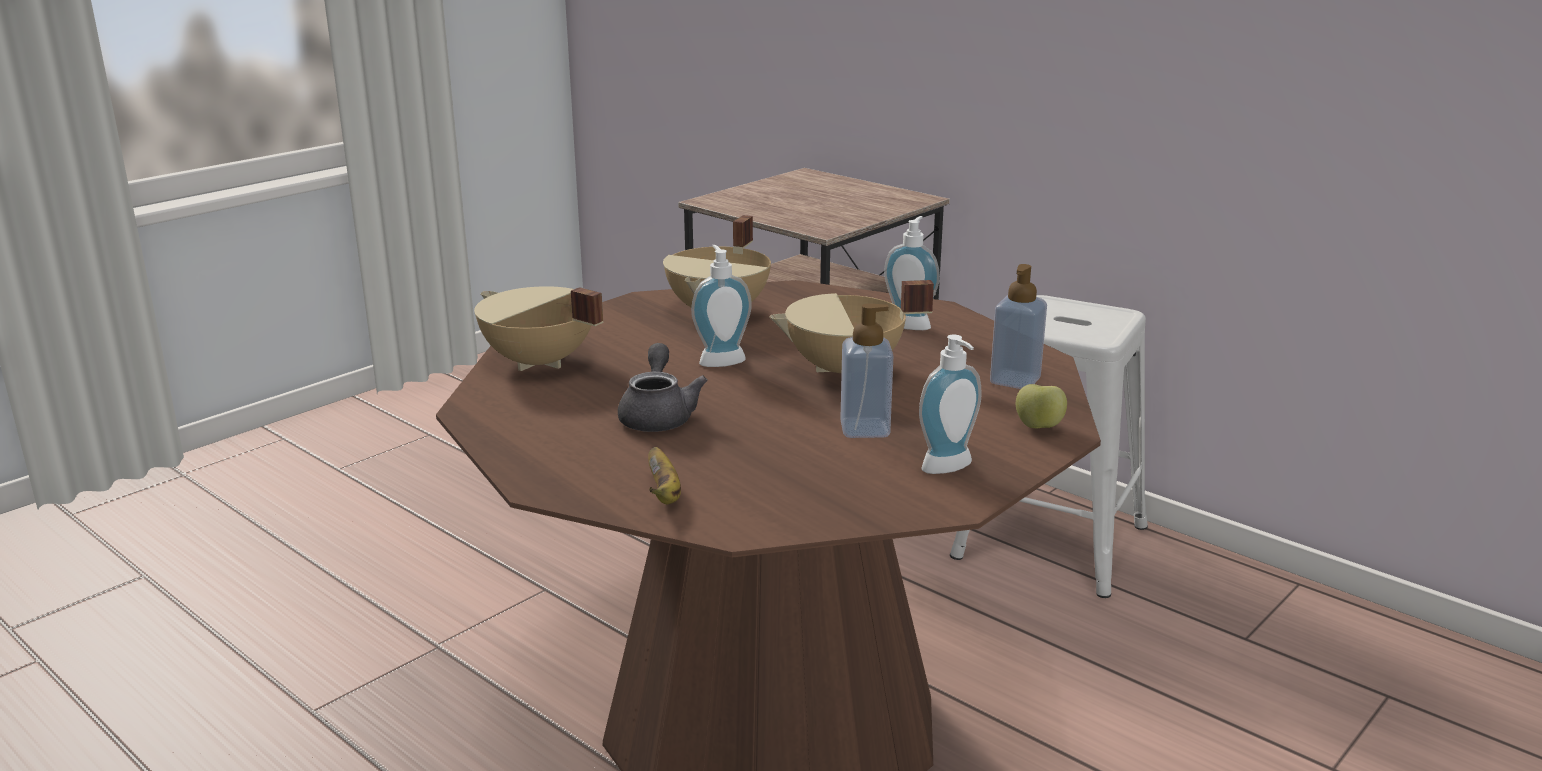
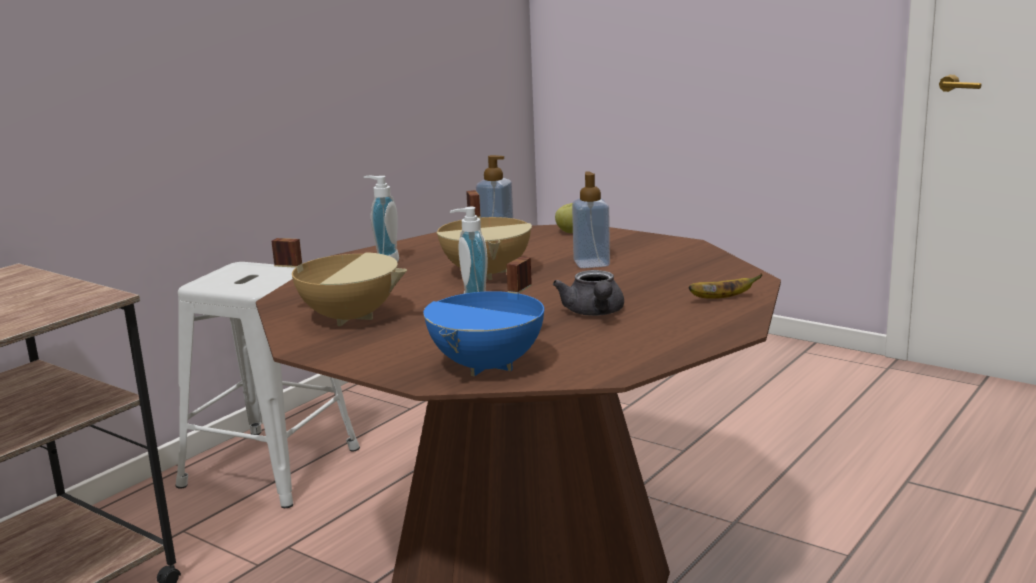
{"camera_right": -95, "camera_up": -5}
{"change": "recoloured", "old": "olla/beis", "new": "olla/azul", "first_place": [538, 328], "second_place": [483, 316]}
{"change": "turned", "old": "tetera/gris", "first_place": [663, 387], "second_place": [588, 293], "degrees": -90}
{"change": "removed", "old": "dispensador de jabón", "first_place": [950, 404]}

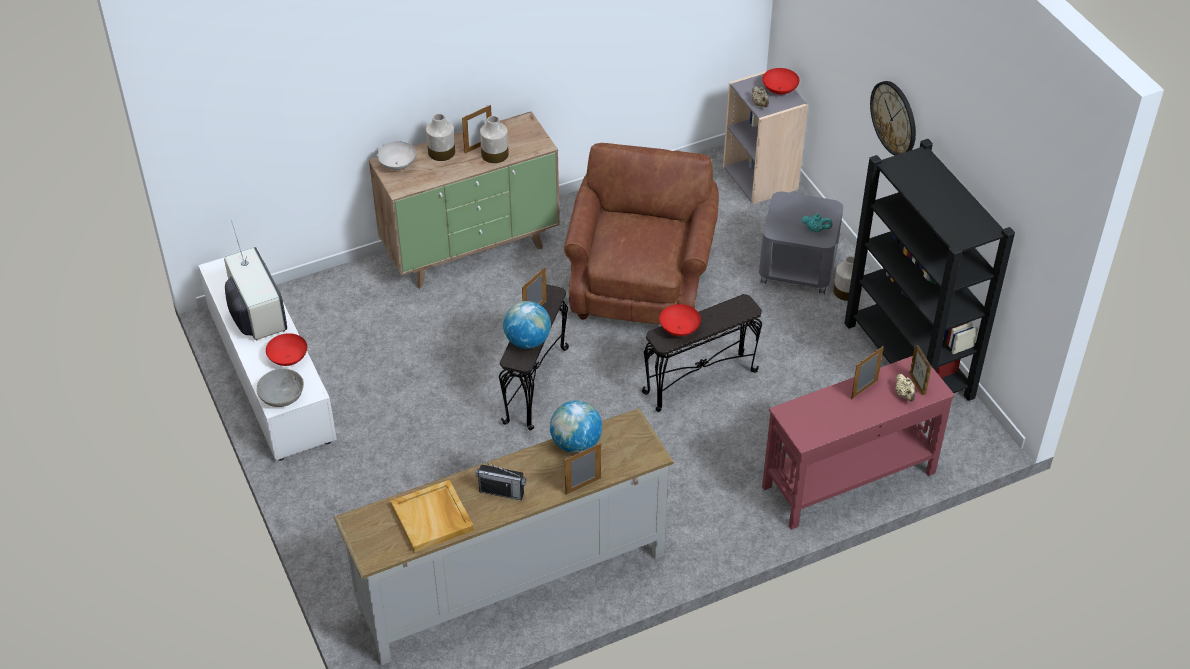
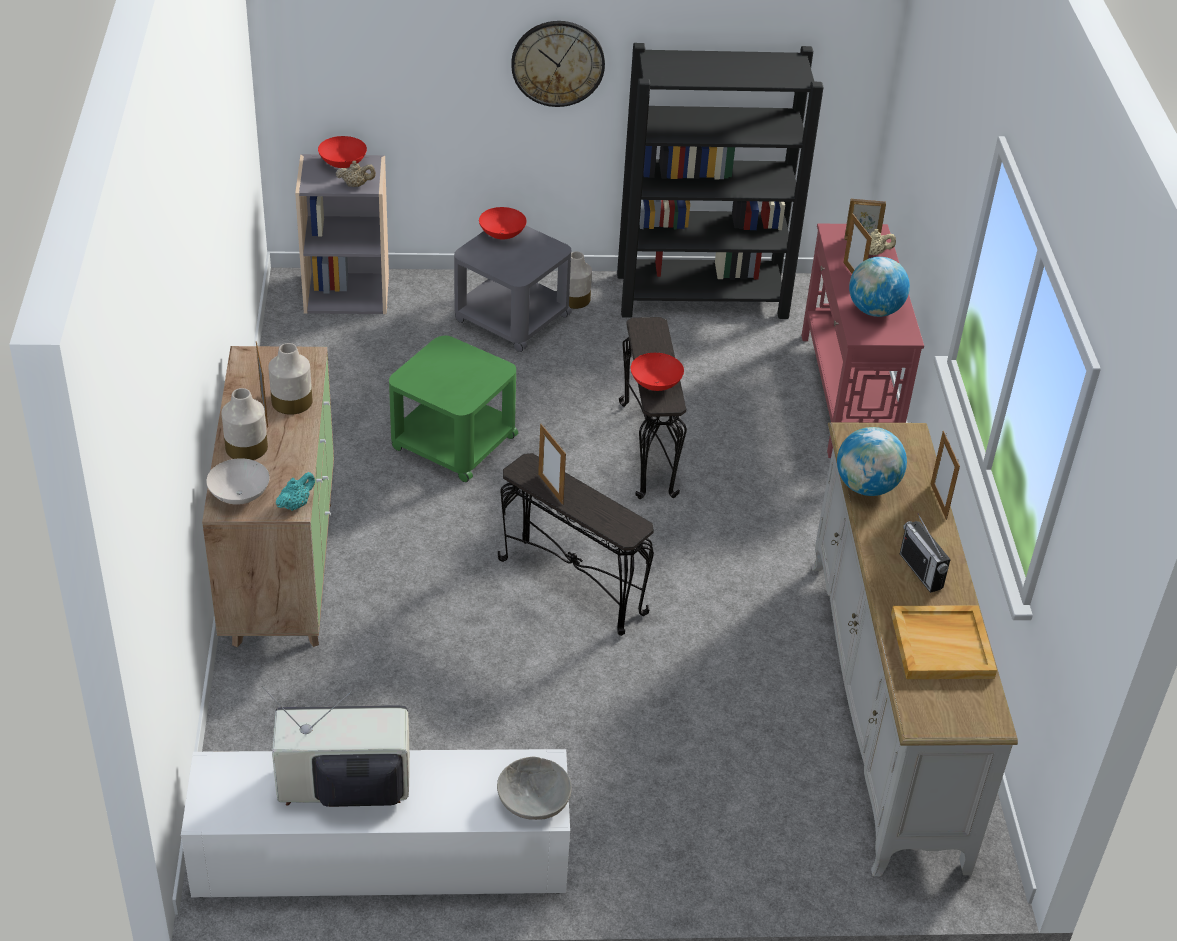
{"camera_right": -70, "camera_up": -5}
{"change": "moved", "old": "cuenco/rojo", "first_place": [286, 349], "second_place": [503, 223]}
{"change": "turned", "old": "radio", "first_place": [500, 480], "second_place": [925, 553], "degrees": 120}
{"change": "moved", "old": "globo terráqueo", "first_place": [527, 325], "second_place": [879, 287]}
{"change": "replaced", "old": "sillón/marrón", "new": "mesa auxiliar/verde", "first_place": [641, 233], "second_place": [453, 409]}
{"change": "moved", "old": "tetera/turquesa", "first_place": [817, 223], "second_place": [295, 491]}

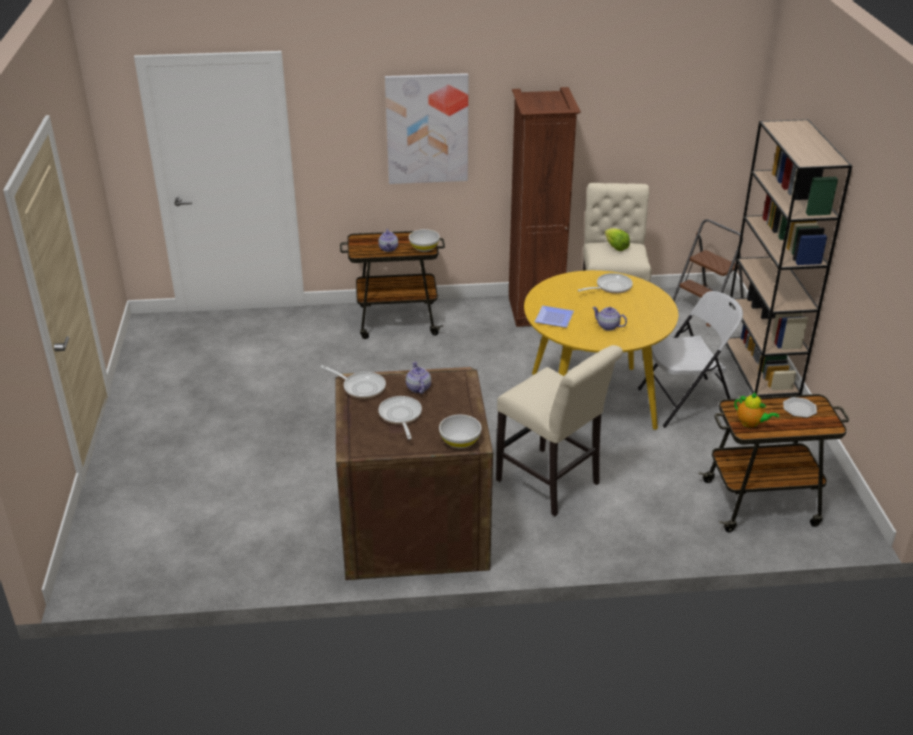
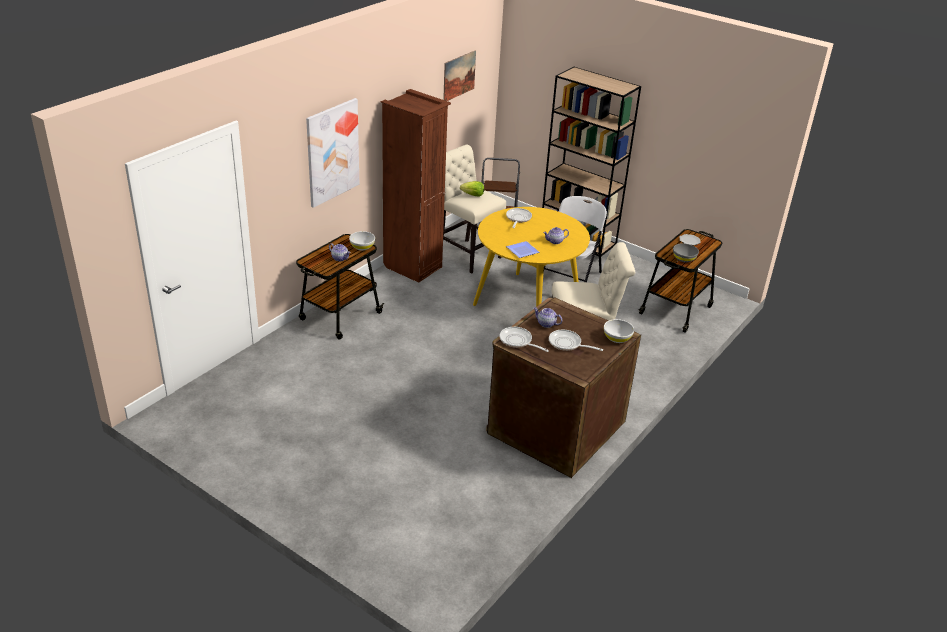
{"camera_right": -50, "camera_up": 0}
{"change": "turned", "old": "sartén", "first_place": [353, 382], "second_place": [524, 339], "degrees": -120}
{"change": "replaced", "old": "tetera", "new": "cuenco/gris", "first_place": [756, 410], "second_place": [686, 252]}
{"change": "added", "new": "cuadro", "second_place": [459, 76]}

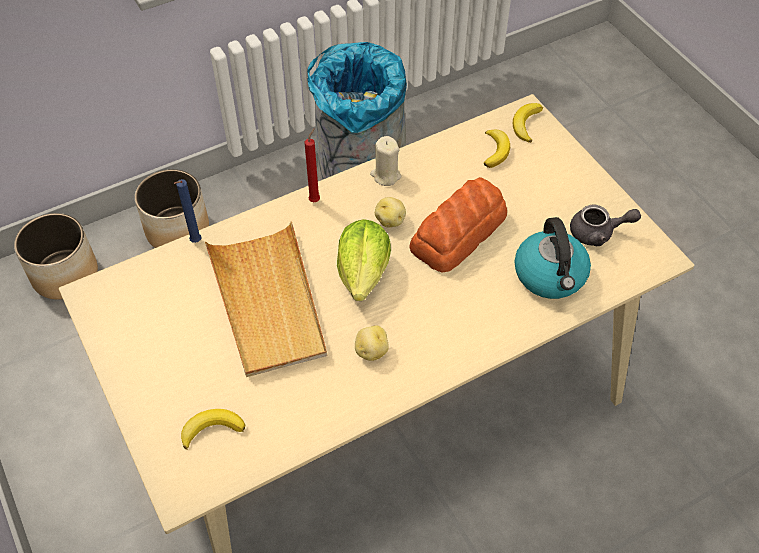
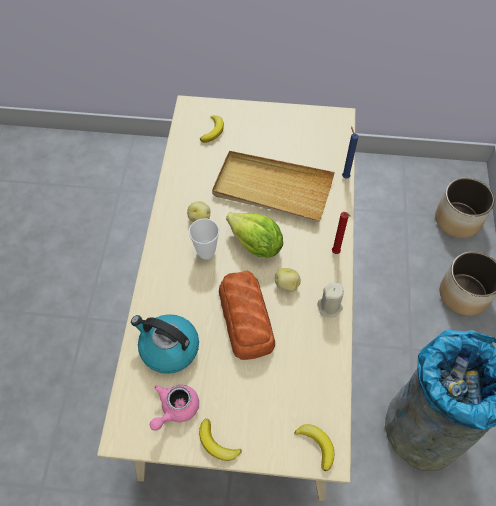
{"camera_right": 125, "camera_up": 5}
{"change": "moved", "old": "plátano", "first_place": [497, 149], "second_place": [220, 440]}
{"change": "recoloured", "old": "tetera/gris", "new": "tetera/rosa", "first_place": [605, 225], "second_place": [174, 408]}
{"change": "added", "new": "taza", "second_place": [204, 238]}

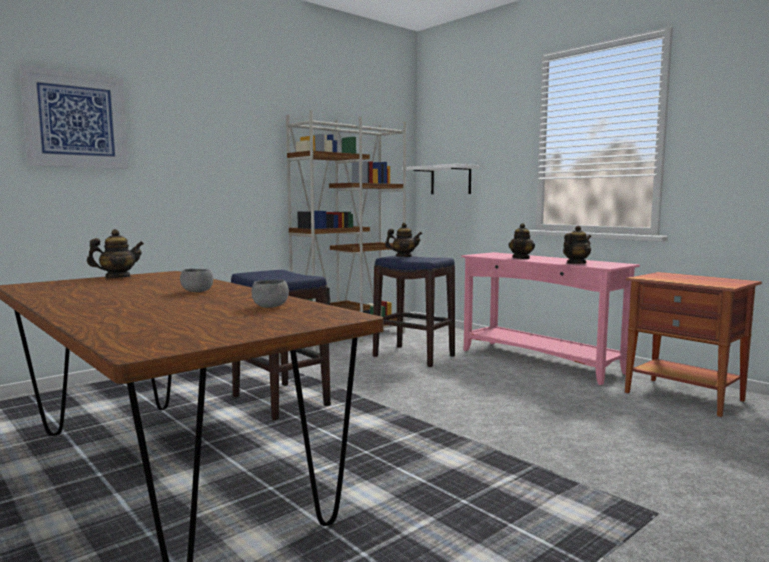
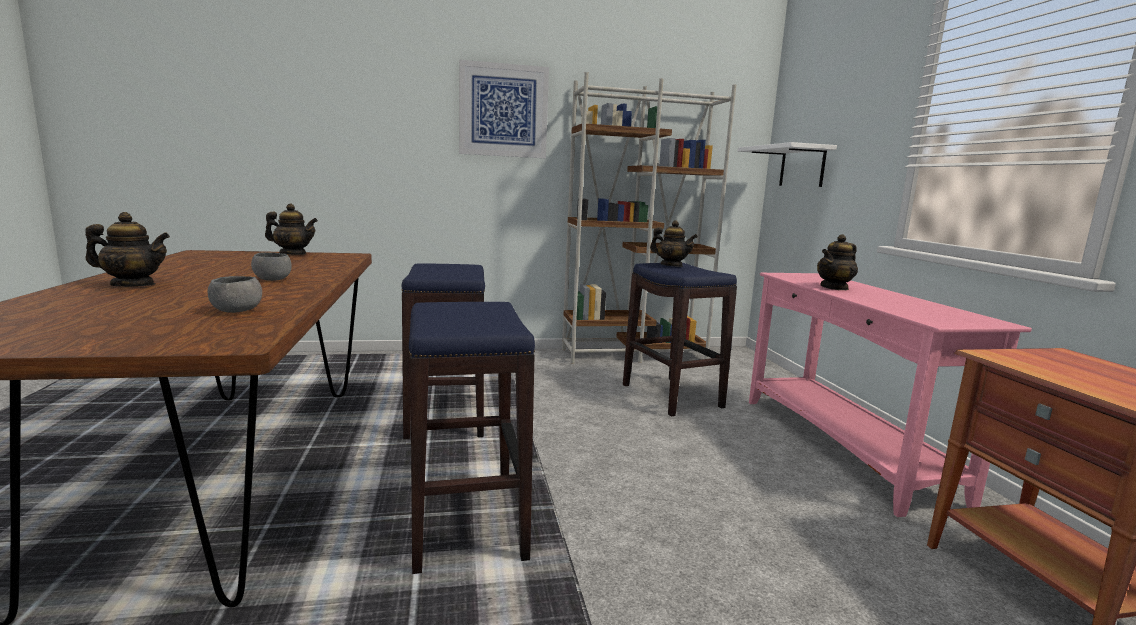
{"camera_right": 30, "camera_up": 5}
{"change": "moved", "old": "cuadro", "first_place": [73, 117], "second_place": [504, 109]}
{"change": "moved", "old": "tetera", "first_place": [577, 245], "second_place": [127, 249]}
{"change": "added", "new": "taburete", "second_place": [472, 438]}

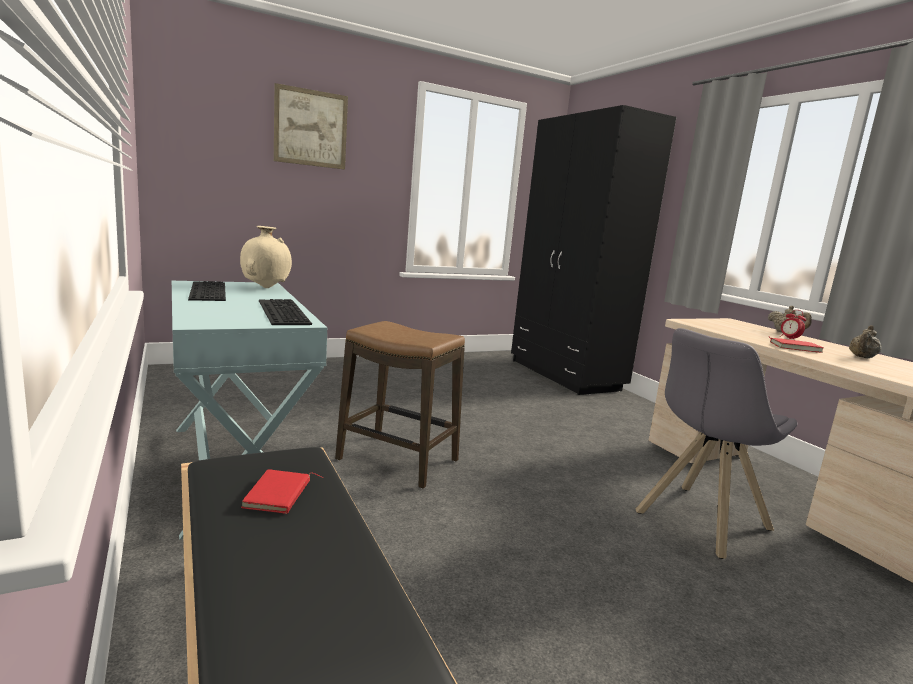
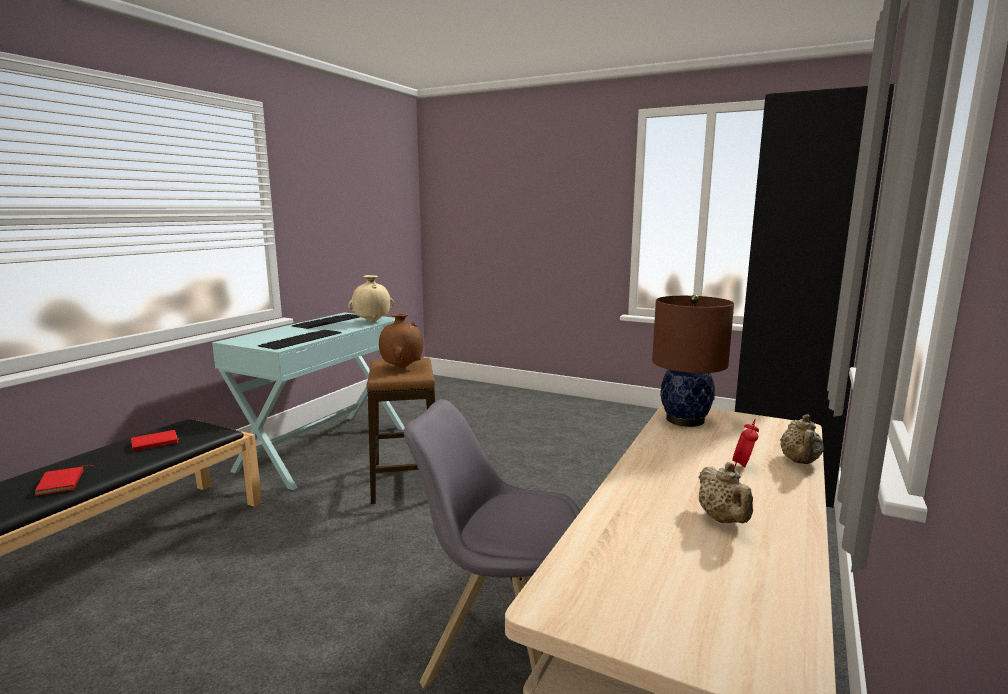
{"camera_right": 55, "camera_up": 0}
{"change": "removed", "old": "cuadro", "first_place": [311, 126]}
{"change": "moved", "old": "libro/rojo", "first_place": [796, 344], "second_place": [64, 480]}
{"change": "turned", "old": "tetera/beis", "first_place": [865, 341], "second_place": [726, 492], "degrees": -105}
{"change": "added", "new": "florero/marrón", "second_place": [401, 340]}
{"change": "added", "new": "lámpara de mesa/marrón", "second_place": [693, 361]}

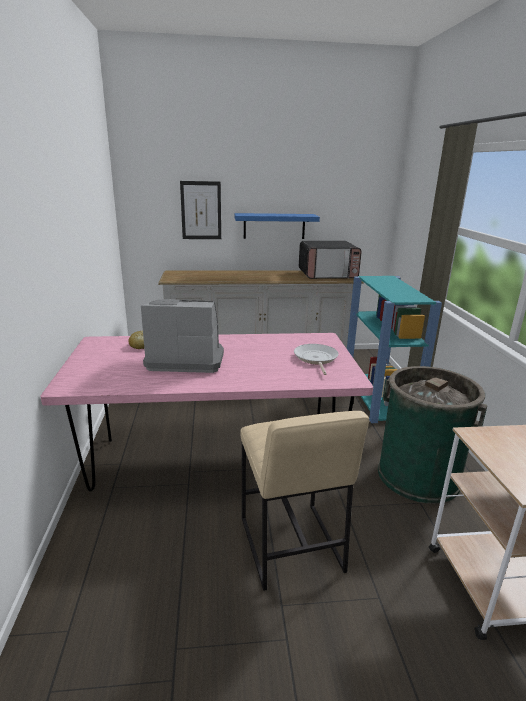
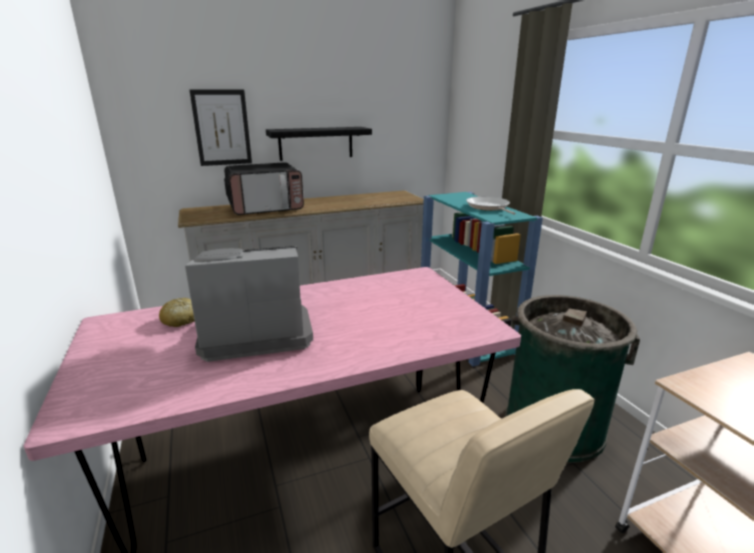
{"camera_right": -15, "camera_up": 0}
{"change": "recoloured", "old": "estante/azul", "new": "estante/negro", "first_place": [277, 226], "second_place": [319, 144]}
{"change": "moved", "old": "sartén", "first_place": [316, 359], "second_place": [491, 205]}
{"change": "moved", "old": "microondas", "first_place": [330, 260], "second_place": [264, 188]}

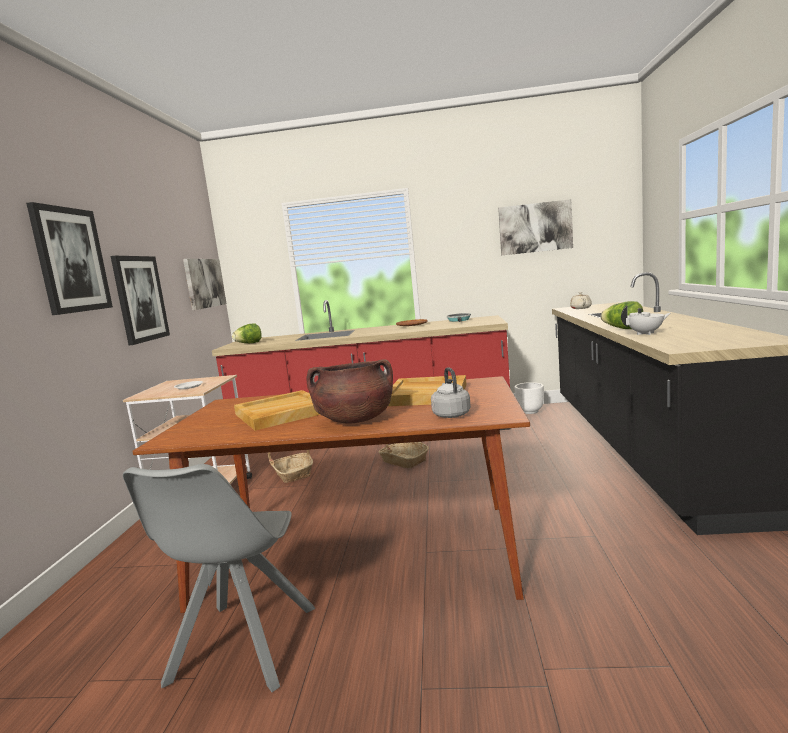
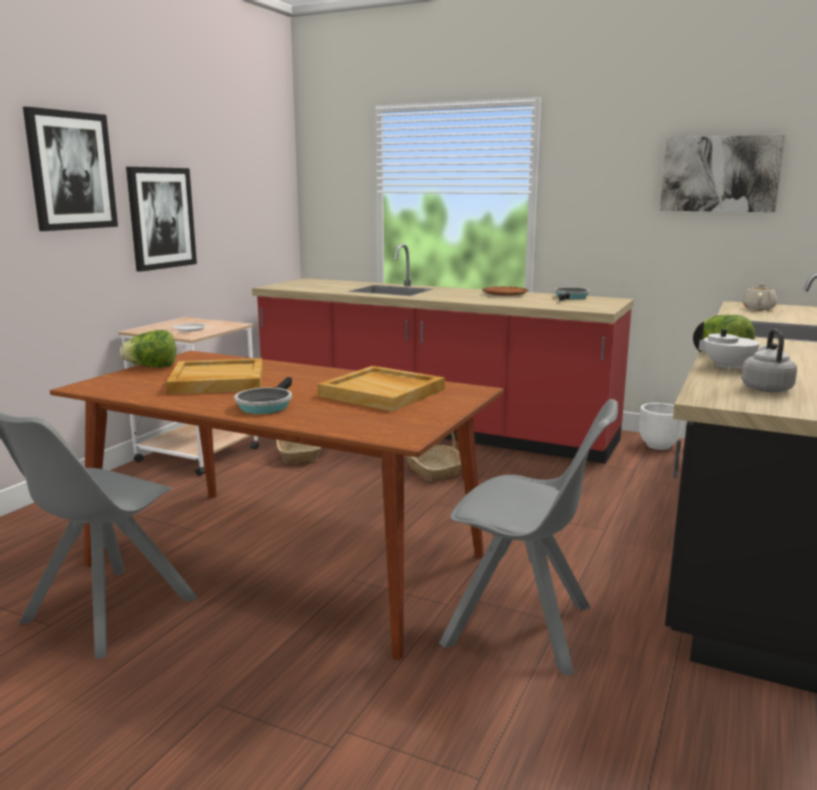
{"camera_right": 20, "camera_up": 5}
{"change": "removed", "old": "cuadro", "first_place": [205, 284]}
{"change": "moved", "old": "lechuga", "first_place": [247, 333], "second_place": [148, 349]}
{"change": "replaced", "old": "olla/marrón", "new": "sartén", "first_place": [349, 391], "second_place": [263, 395]}
{"change": "moved", "old": "hervidor/gris", "first_place": [451, 392], "second_place": [769, 360]}
{"change": "added", "new": "silla/gris", "second_place": [528, 537]}

